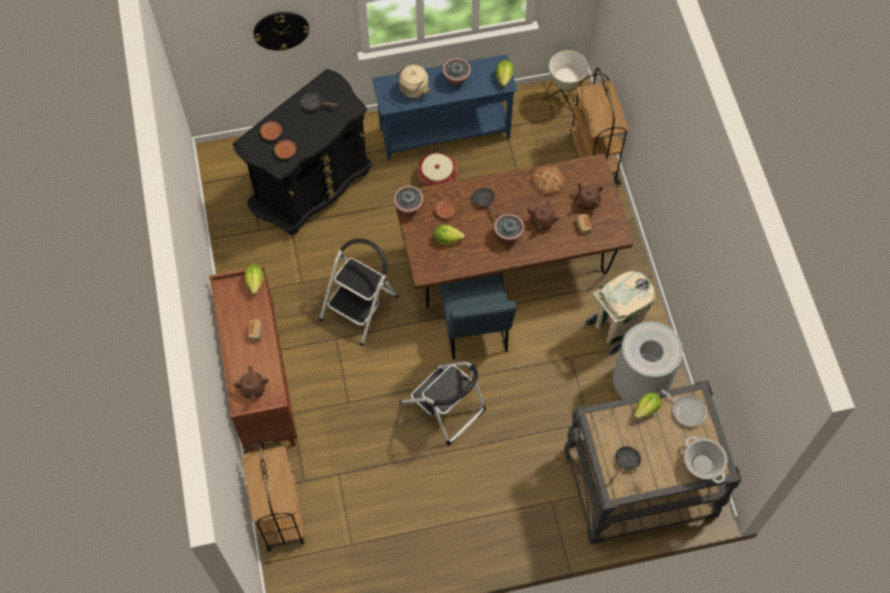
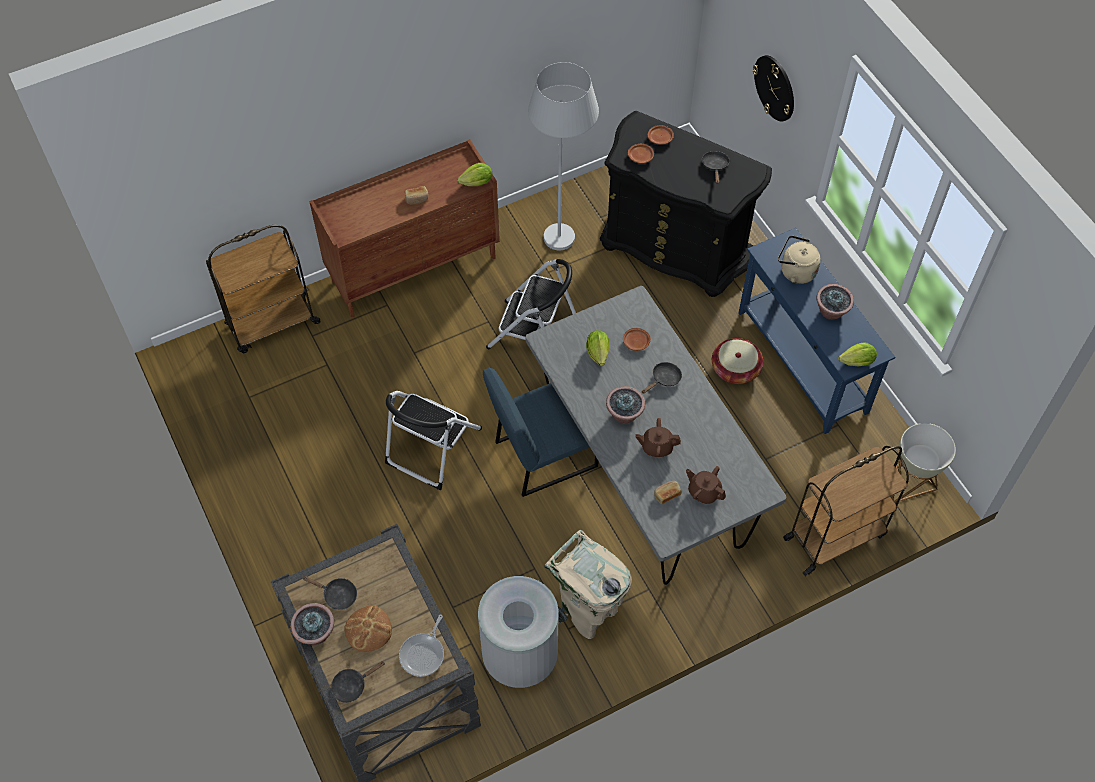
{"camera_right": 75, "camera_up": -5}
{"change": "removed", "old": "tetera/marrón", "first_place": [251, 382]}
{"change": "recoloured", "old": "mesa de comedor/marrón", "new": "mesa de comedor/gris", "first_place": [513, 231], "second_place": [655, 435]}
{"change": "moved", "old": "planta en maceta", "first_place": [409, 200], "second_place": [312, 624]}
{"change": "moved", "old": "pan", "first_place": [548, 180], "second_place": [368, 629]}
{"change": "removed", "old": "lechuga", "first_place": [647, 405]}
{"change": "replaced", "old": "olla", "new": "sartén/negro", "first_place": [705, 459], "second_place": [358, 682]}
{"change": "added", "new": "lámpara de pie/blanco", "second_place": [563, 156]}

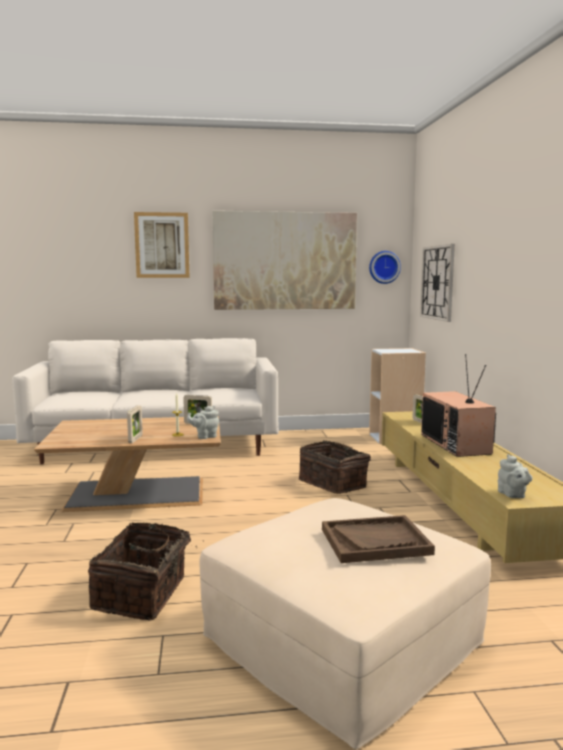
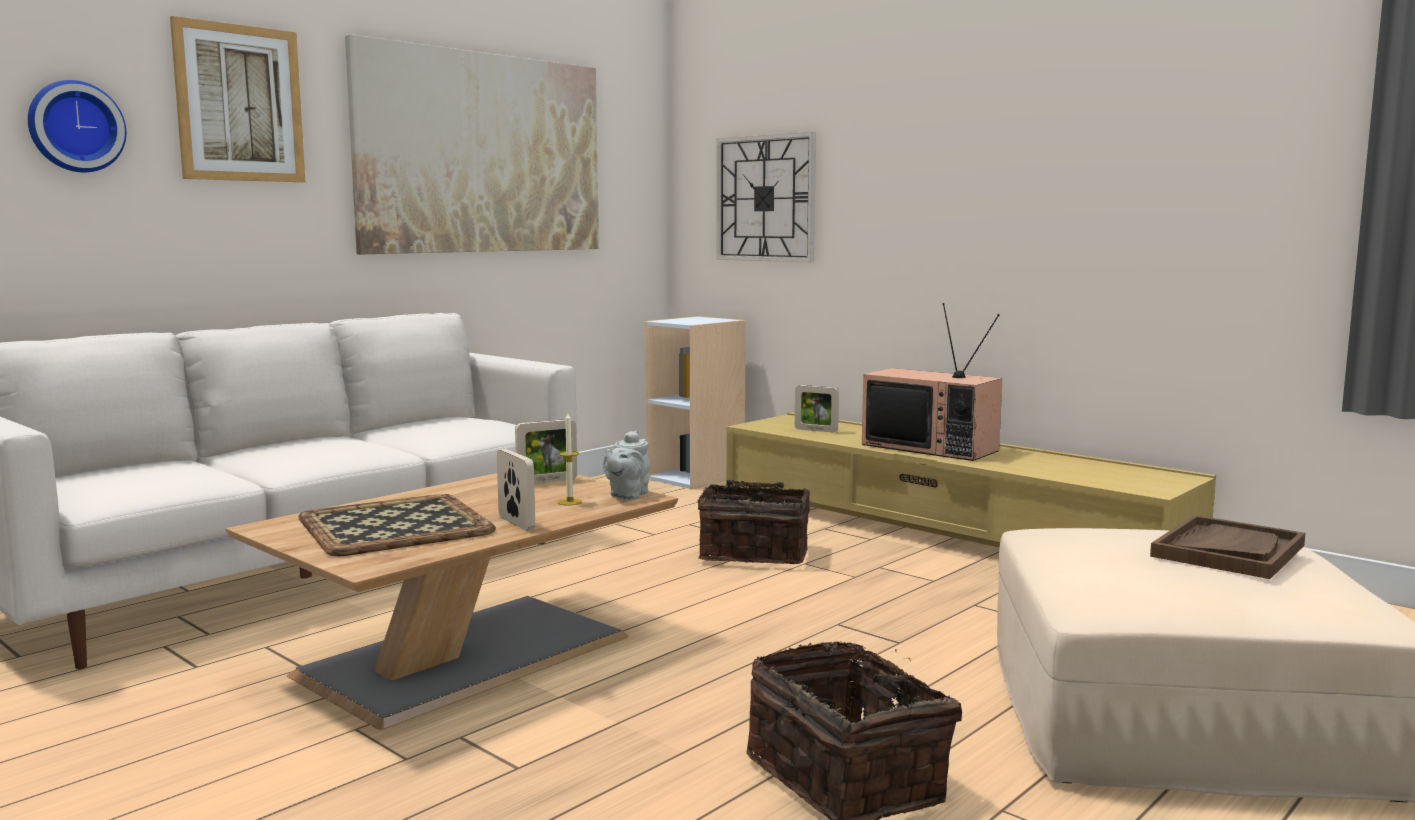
{"camera_right": -40, "camera_up": 0}
{"change": "moved", "old": "reloj de pared", "first_place": [385, 267], "second_place": [77, 126]}
{"change": "removed", "old": "tetera/gris", "first_place": [515, 476]}
{"change": "added", "new": "bandeja", "second_place": [397, 525]}

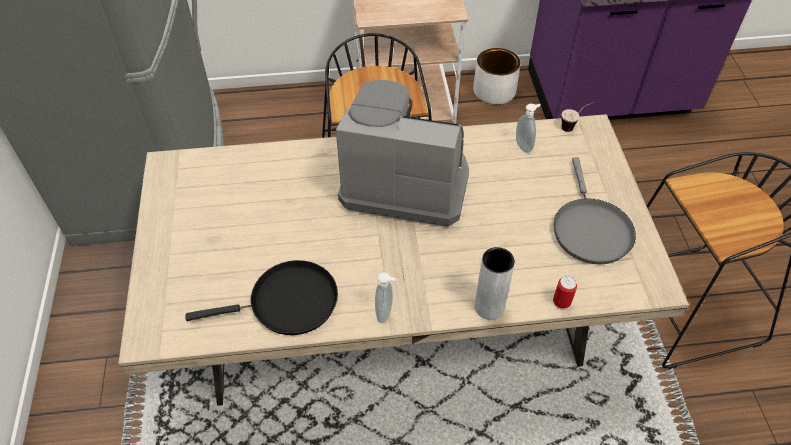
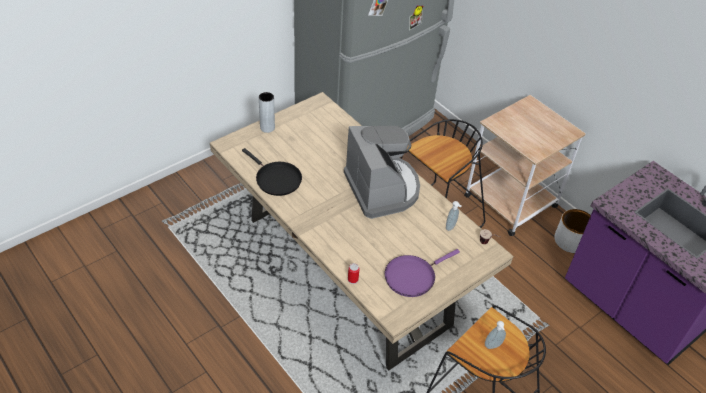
{"camera_right": 55, "camera_up": -5}
{"change": "moved", "old": "dispensador de jabón", "first_place": [385, 297], "second_place": [495, 335]}
{"change": "moved", "old": "florero/gris", "first_place": [495, 283], "second_place": [267, 112]}
{"change": "recoloured", "old": "sartén/gris", "new": "sartén/morado", "first_place": [594, 211], "second_place": [422, 273]}

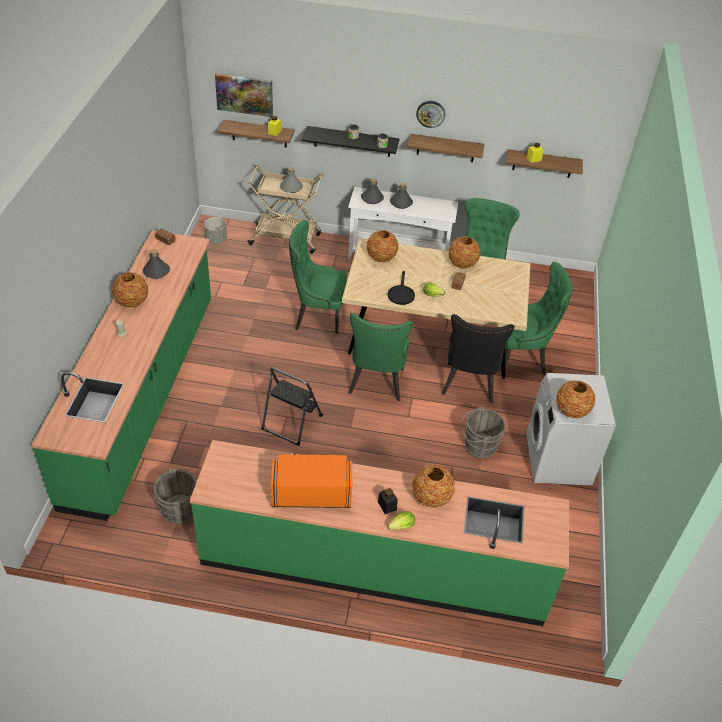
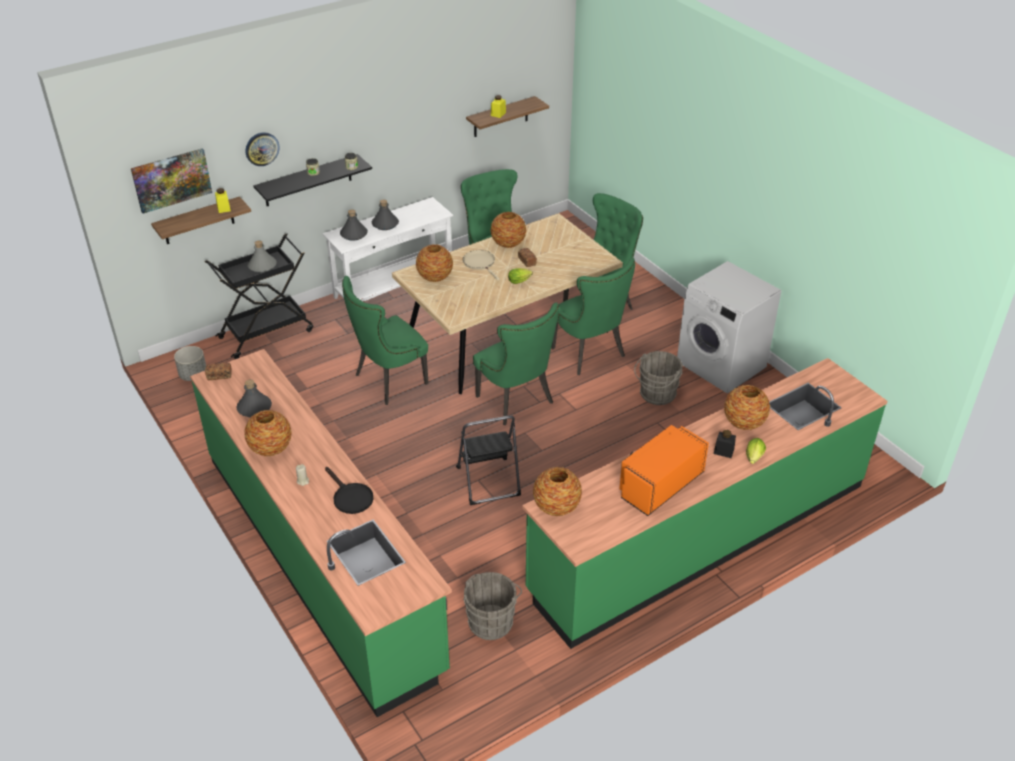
{"camera_right": -40, "camera_up": -5}
{"change": "recoloured", "old": "carrito/beis", "new": "carrito/negro", "first_place": [285, 209], "second_place": [258, 296]}
{"change": "moved", "old": "sartén/negro", "first_place": [401, 288], "second_place": [349, 490]}
{"change": "removed", "old": "estante", "first_place": [445, 148]}
{"change": "moved", "old": "reloj de pared", "first_place": [430, 114], "second_place": [262, 149]}
{"change": "recoloured", "old": "silla/negro", "new": "silla/verde", "first_place": [478, 359], "second_place": [593, 316]}
{"change": "moved", "old": "florero", "first_place": [576, 399], "second_place": [557, 491]}
{"change": "added", "new": "sartén/beis", "second_place": [481, 265]}

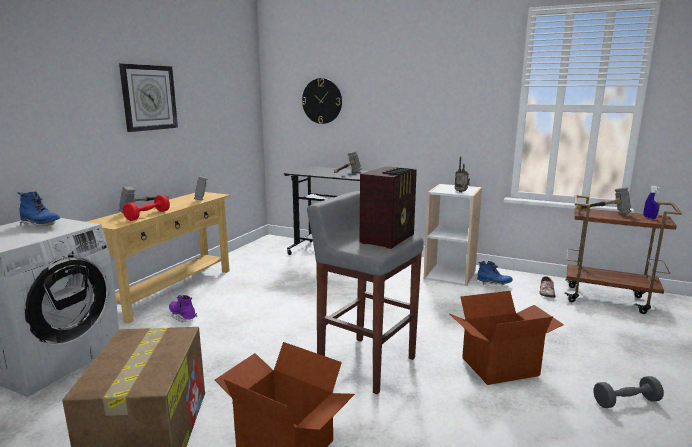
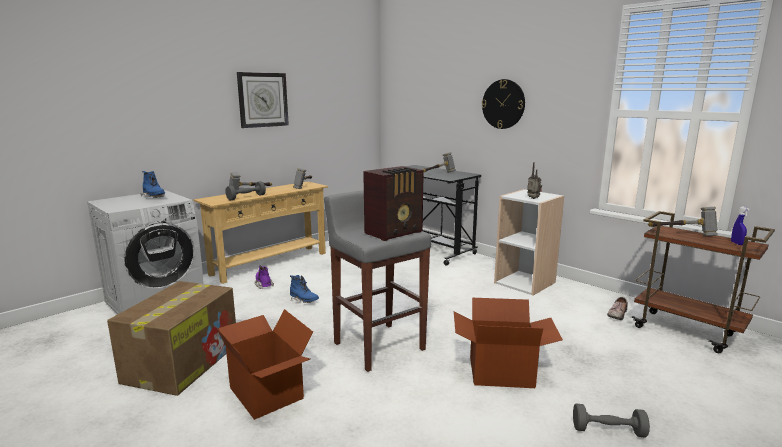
{"camera_right": 20, "camera_up": 0}
{"change": "recoloured", "old": "mancuerna/rojo", "new": "mancuerna/gris", "first_place": [146, 208], "second_place": [245, 190]}
{"change": "moved", "old": "reloj de pared", "first_place": [322, 101], "second_place": [503, 104]}
{"change": "moved", "old": "bota/azul", "first_place": [495, 273], "second_place": [304, 289]}

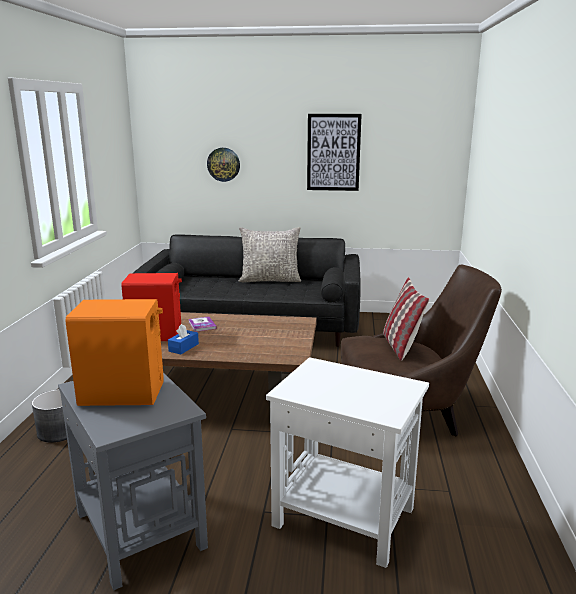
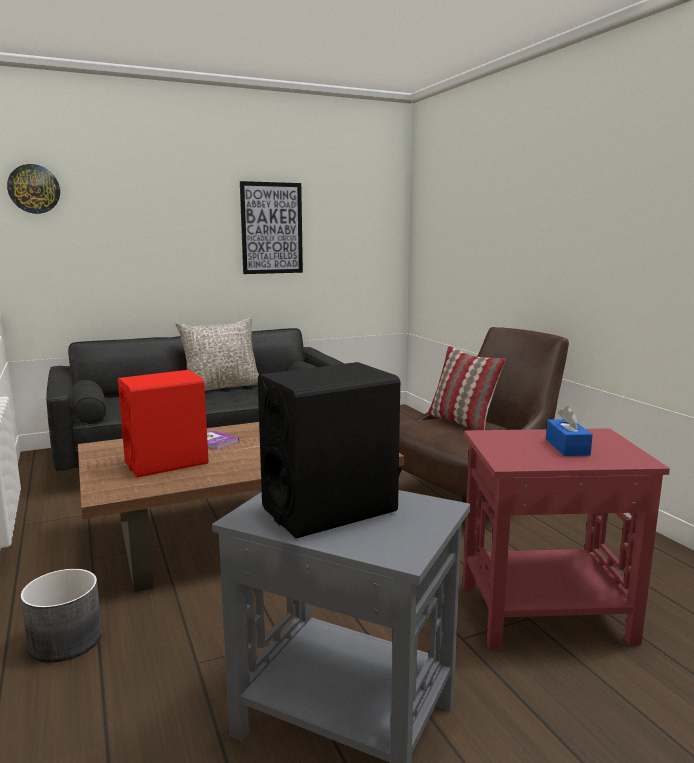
{"camera_right": -30, "camera_up": -5}
{"change": "recoloured", "old": "altavoz/naranja", "new": "altavoz/negro", "first_place": [114, 352], "second_place": [329, 450]}
{"change": "moved", "old": "caja de pañuelos/azul", "first_place": [183, 339], "second_place": [569, 431]}
{"change": "moved", "old": "reloj de pared", "first_place": [223, 165], "second_place": [33, 189]}
{"change": "recoloured", "old": "mesa auxiliar/blanco", "new": "mesa auxiliar/rojo", "first_place": [347, 462], "second_place": [566, 539]}

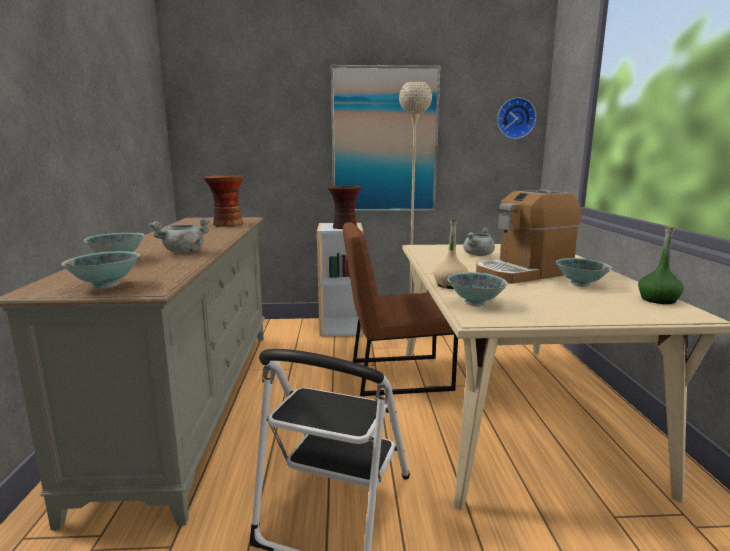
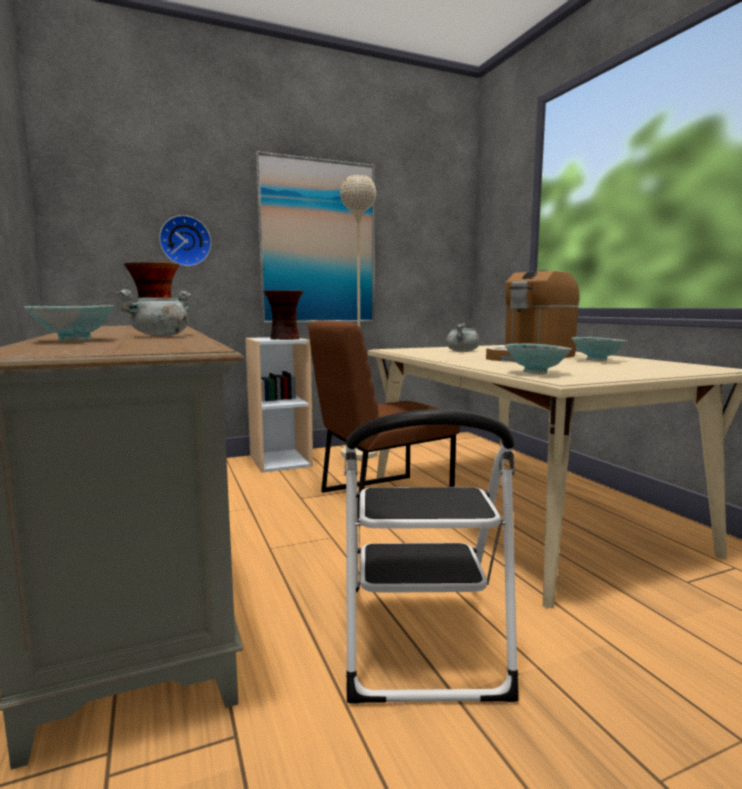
{"camera_right": -20, "camera_up": -5}
{"change": "removed", "old": "cuenco", "first_place": [101, 270]}
{"change": "removed", "old": "botella/beis", "first_place": [451, 254]}
{"change": "moved", "old": "reloj de pared", "first_place": [516, 118], "second_place": [185, 240]}
{"change": "removed", "old": "botella/verde", "first_place": [661, 265]}

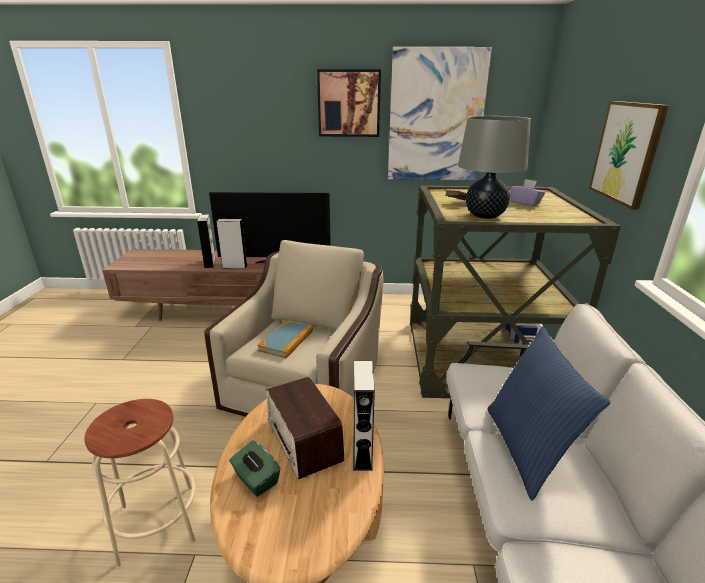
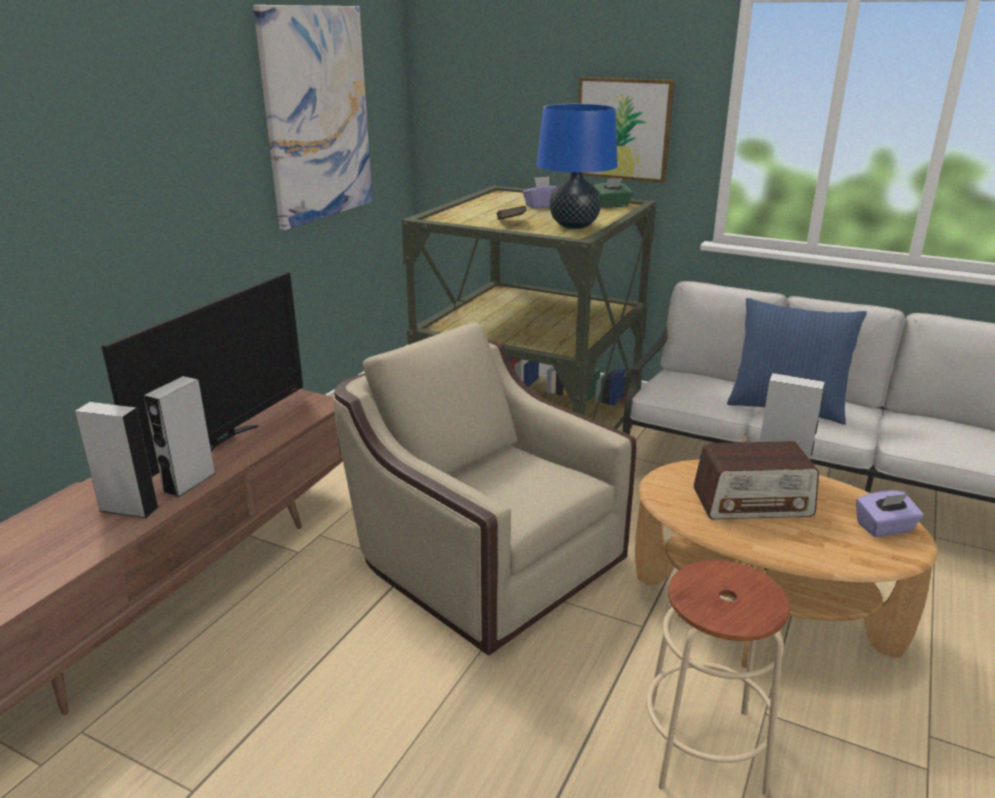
{"camera_right": -65, "camera_up": 0}
{"change": "moved", "old": "caja de pañuelos/verde", "first_place": [254, 468], "second_place": [613, 193]}
{"change": "removed", "old": "libro", "first_place": [285, 339]}
{"change": "removed", "old": "cuadro", "first_place": [349, 103]}
{"change": "recoloured", "old": "lámpara de mesa/gris", "new": "lámpara de mesa/azul", "first_place": [494, 167], "second_place": [577, 166]}
{"change": "added", "new": "caja de pañuelos/morado", "second_place": [889, 513]}

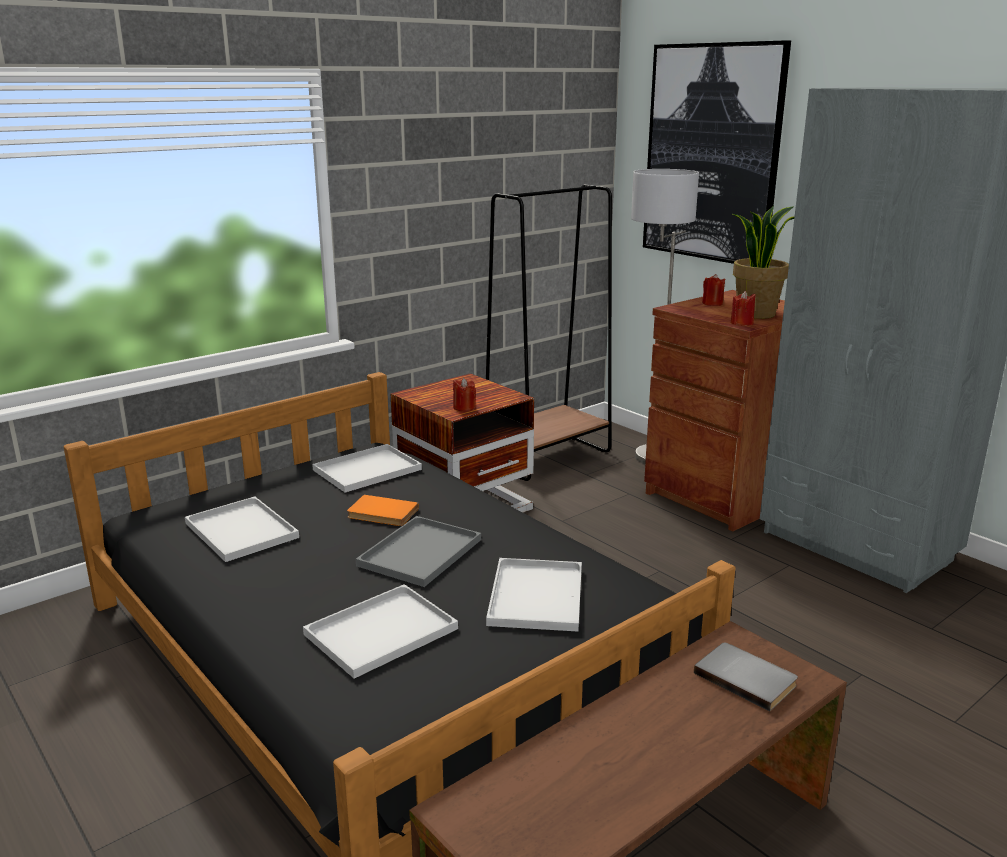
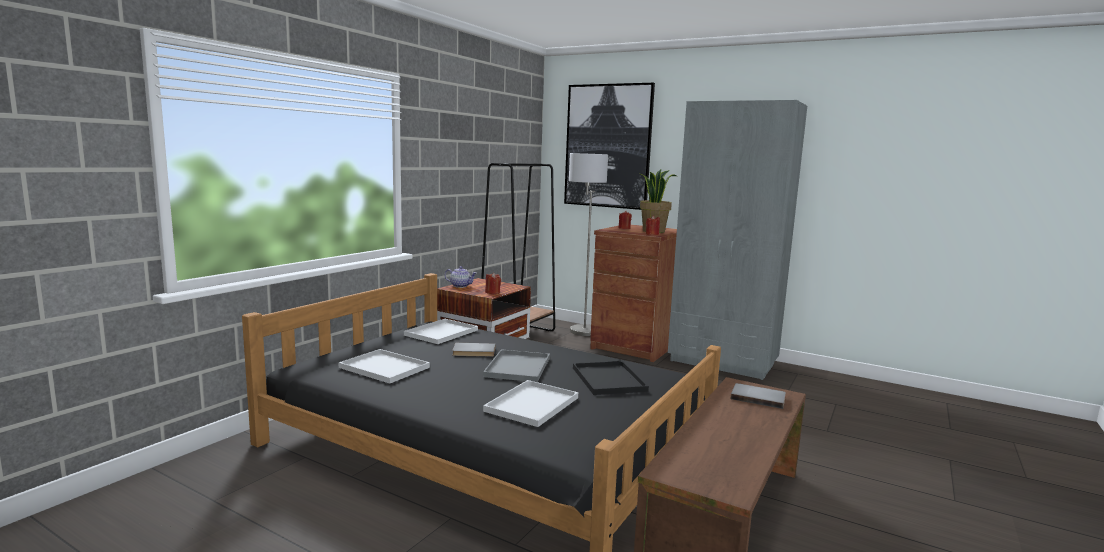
{"camera_right": -20, "camera_up": -10}
{"change": "recoloured", "old": "libro/naranja", "new": "libro/gris", "first_place": [383, 510], "second_place": [474, 350]}
{"change": "recoloured", "old": "bandeja/blanco", "new": "bandeja/negro", "first_place": [534, 595], "second_place": [611, 378]}
{"change": "added", "new": "tetera", "second_place": [460, 277]}

